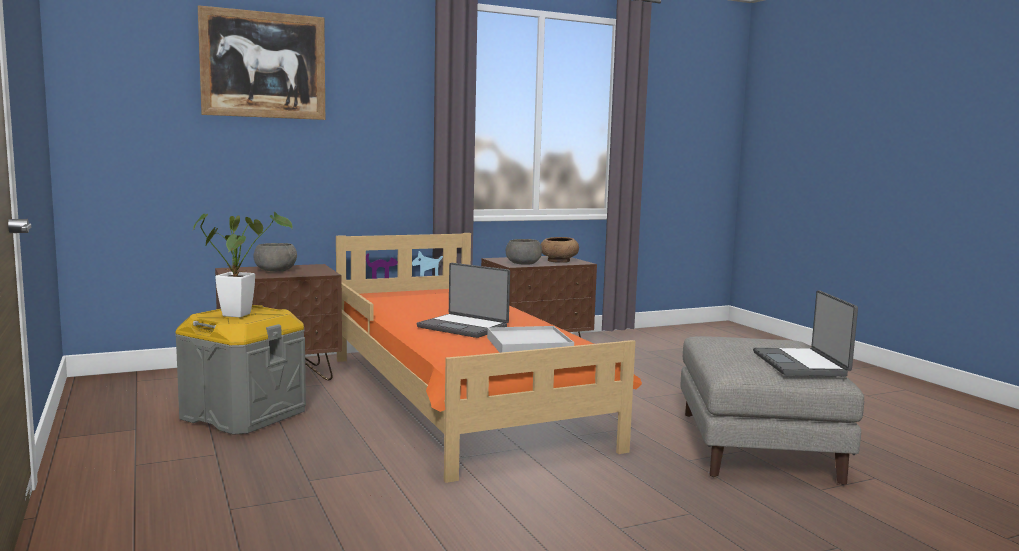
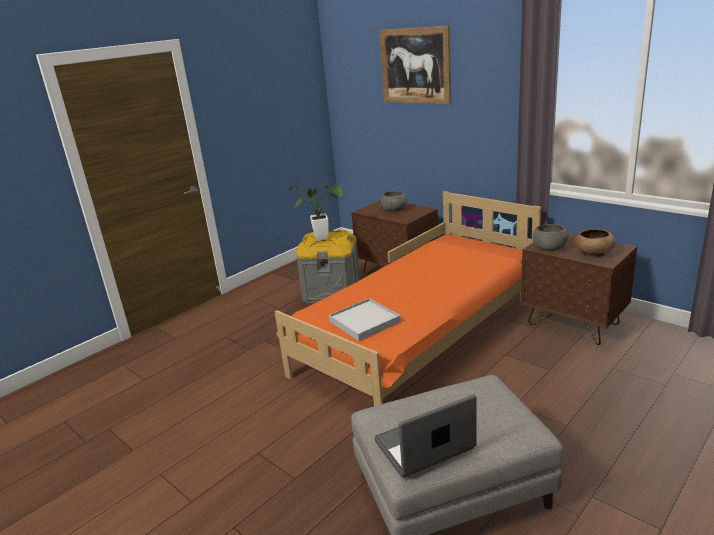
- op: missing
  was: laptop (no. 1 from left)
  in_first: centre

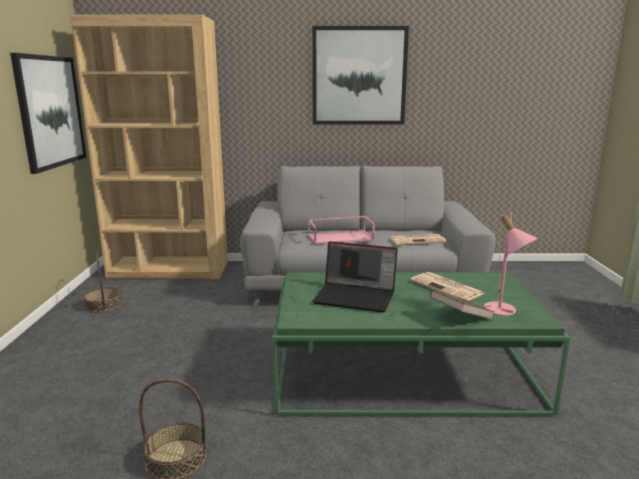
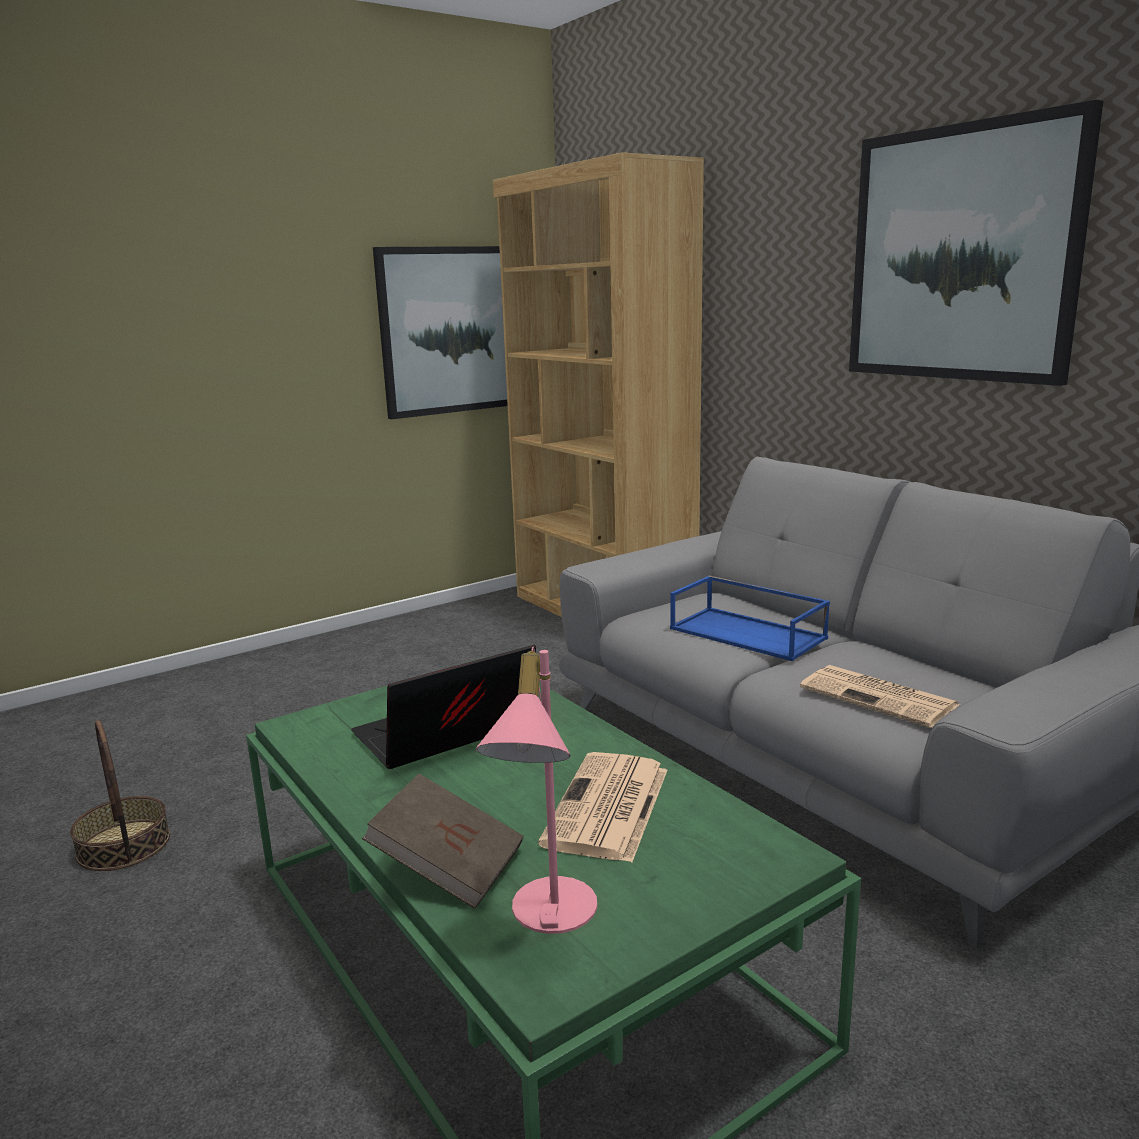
- op: colour
  was: pink tray
  now: blue tray
  in_first: centre
  in_second: centre
- op: spun
  was: laptop
  in_first: centre
  in_second: centre
  clockwise: 75
- op: missing
  was: basket (no. 1 from left)
  in_first: middle left

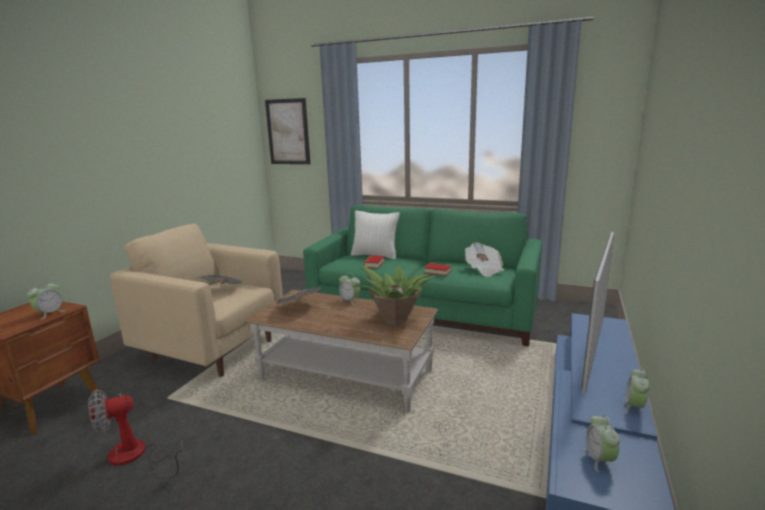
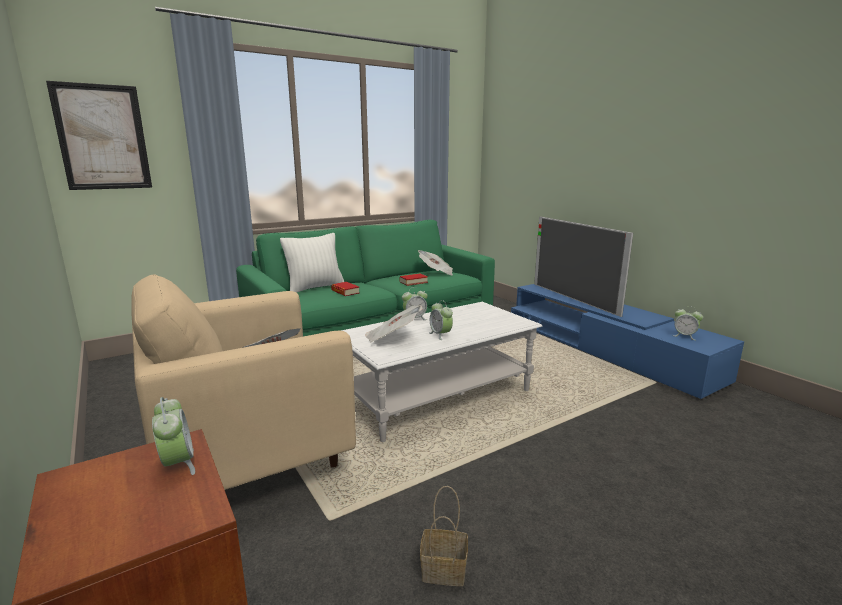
- op: missing
  was: potted plant
  in_first: centre
- op: colour
  was: brown coffee table
  now: white coffee table
  in_first: bottom centre
  in_second: centre
- op: relocated
  was: alarm clock (no. 4 from left in the first image)
  now: alarm clock (no. 3 from left)
  in_first: bottom right
  in_second: centre
- op: exchanged
  was: fan
  now: basket
  in_first: bottom left
  in_second: bottom centre

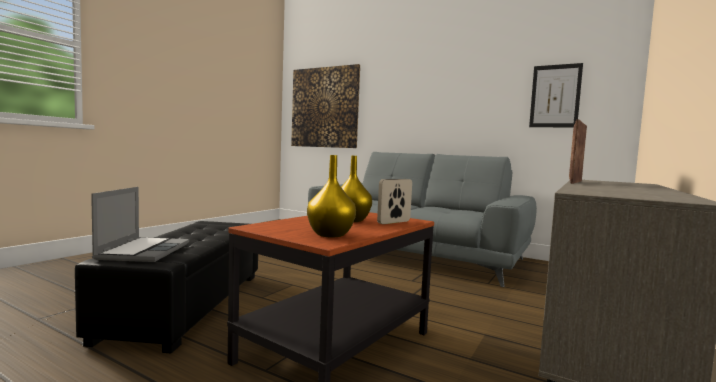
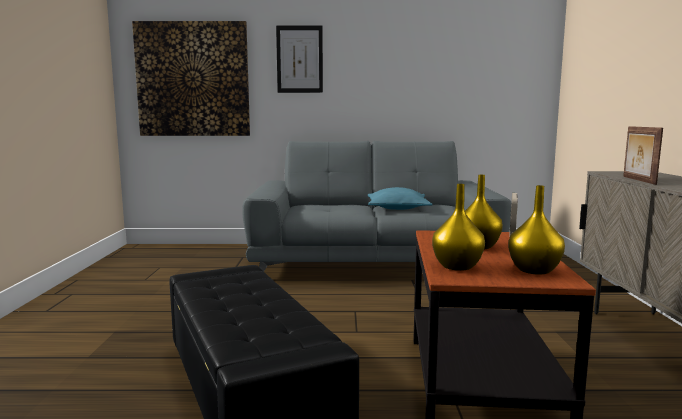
- op: relocated
  was: picture (no. 2 from left)
  in_first: top right
  in_second: top centre
- op: missing
  was: laptop
  in_first: middle left
- op: appeared
  now: yellow vase (no. 1 from left)
  in_second: middle right
- op: appeared
  now: turquoise pillow
  in_second: centre

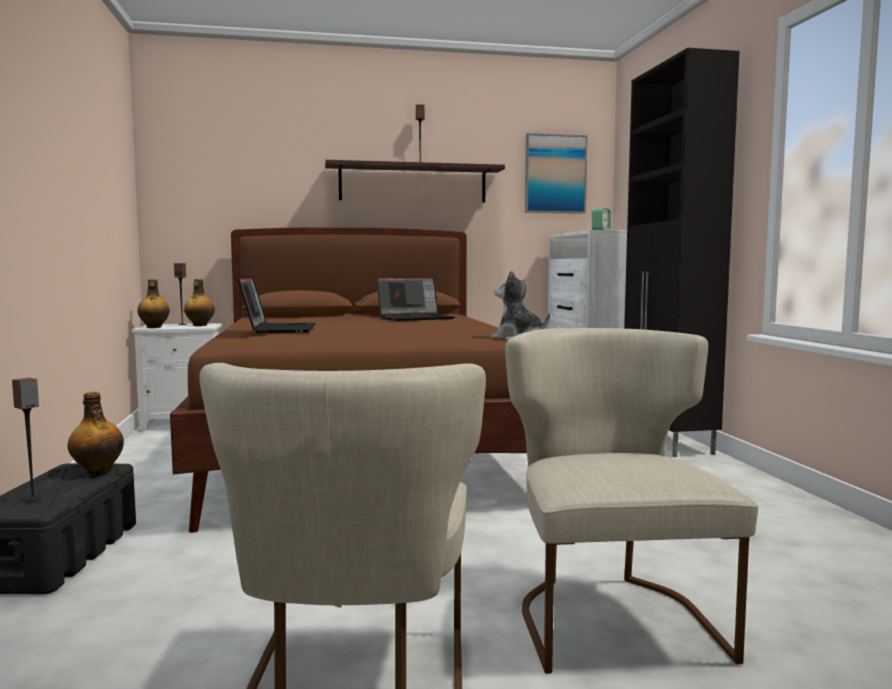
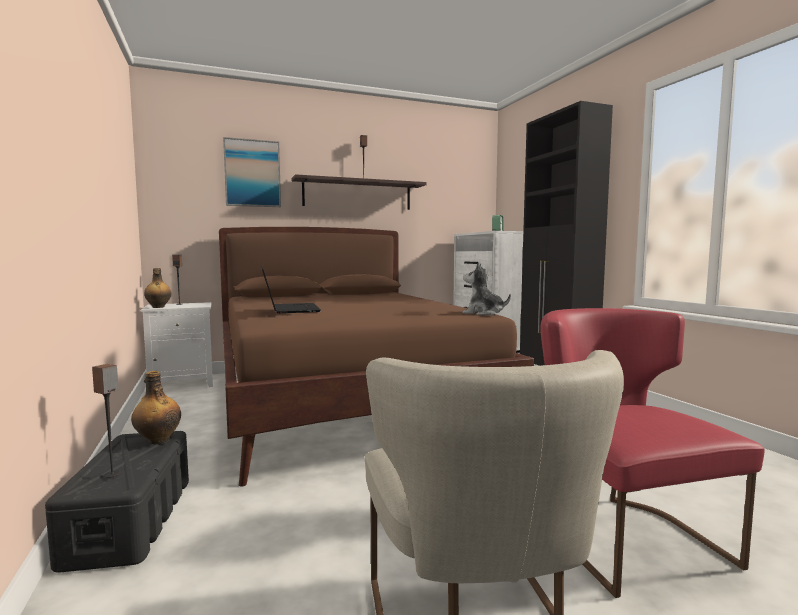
- op: relocated
  was: picture
  in_first: top centre
  in_second: top left
- op: missing
  was: laptop (no. 2 from left)
  in_first: centre
- op: missing
  was: bottle (no. 3 from left)
  in_first: middle left
- op: colour
  was: beige chair (no. 2 from left)
  now: red chair
  in_first: bottom right
  in_second: bottom right

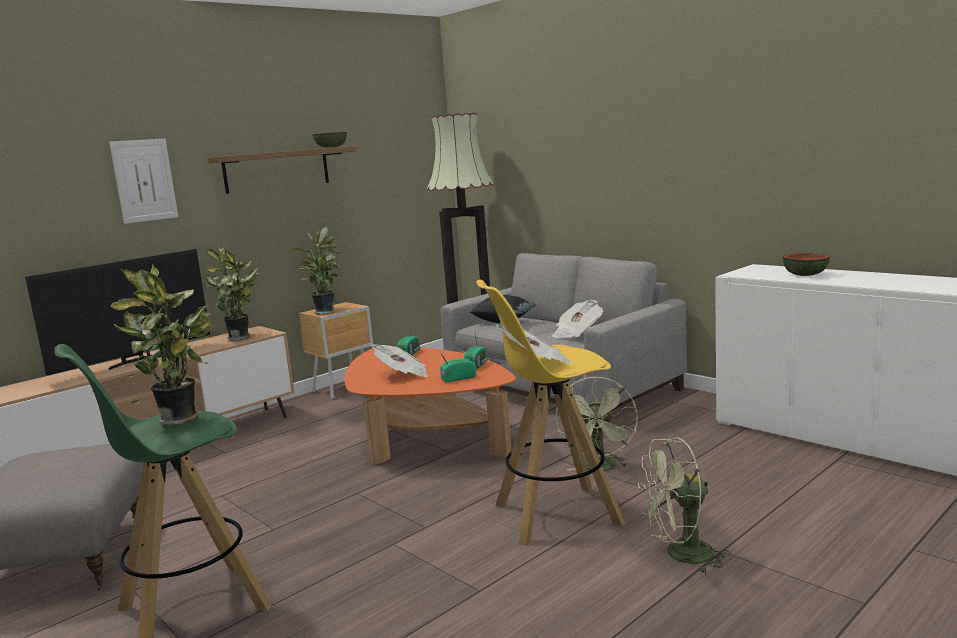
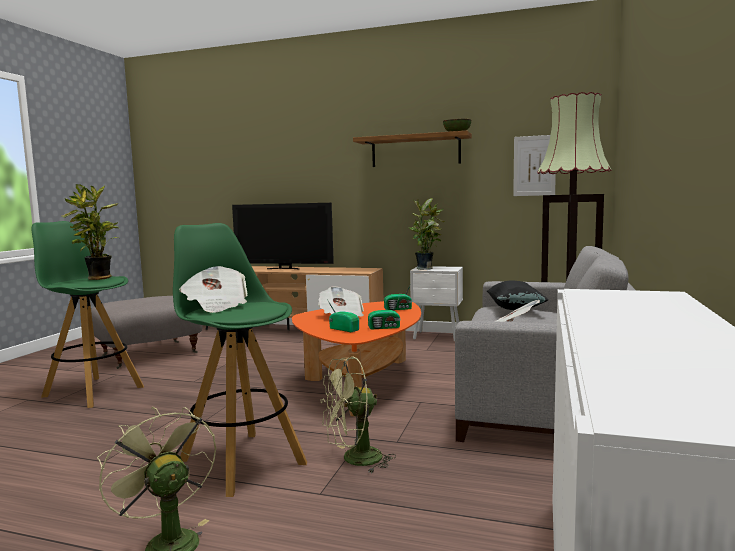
- op: relocated
  was: picture
  in_first: top left
  in_second: top right
- op: missing
  was: potted plant (no. 2 from left)
  in_first: middle left
- op: missing
  was: bowl (no. 2 from left)
  in_first: middle right
- op: colour
  was: yellow stool
  now: green stool (no. 2 from left)
  in_first: centre
  in_second: middle left
- op: colour
  was: brown nightstand
  now: white nightstand
  in_first: centre
  in_second: centre

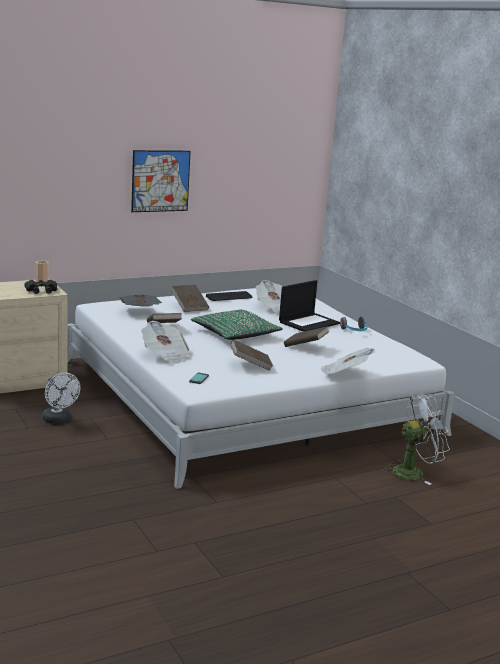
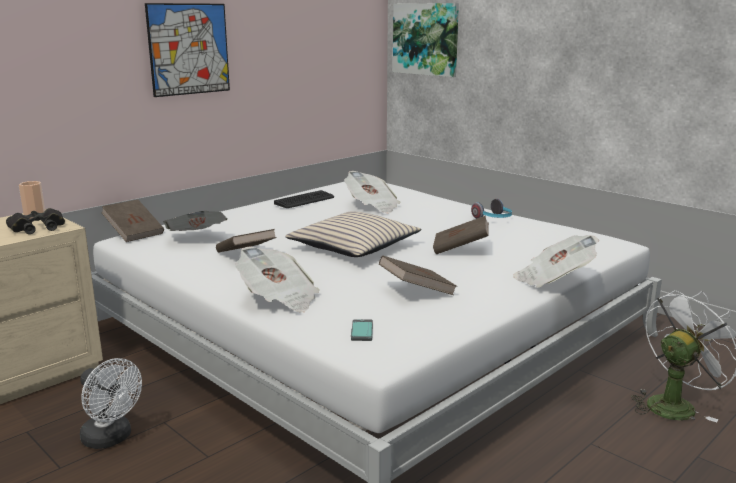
- op: missing
  was: laptop
  in_first: centre
- op: relocated
  was: brown book (no. 2 from left in the first image)
  now: brown book (no. 1 from left)
  in_first: centre
  in_second: middle left
- op: colour
  was: green pillow
  now: beige pillow
  in_first: centre
  in_second: centre
- op: appeared
  now: picture (no. 2 from left)
  in_second: top centre

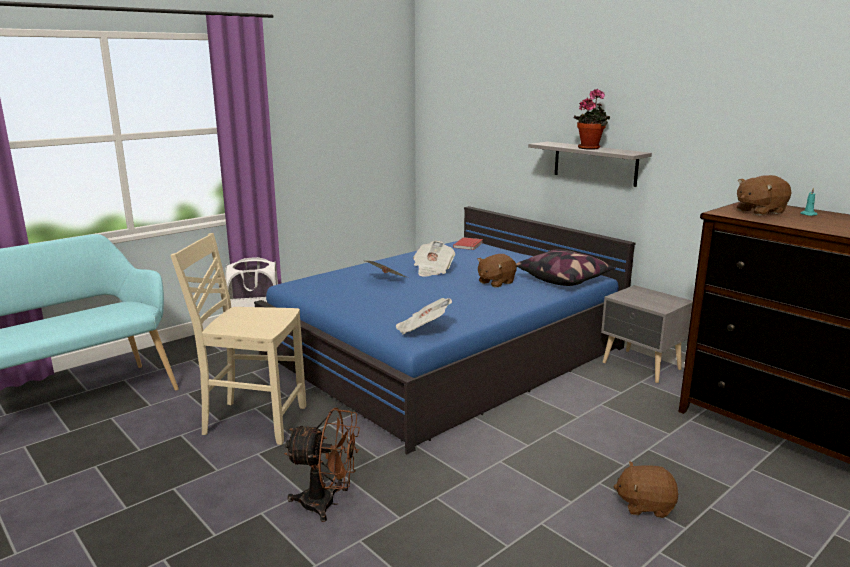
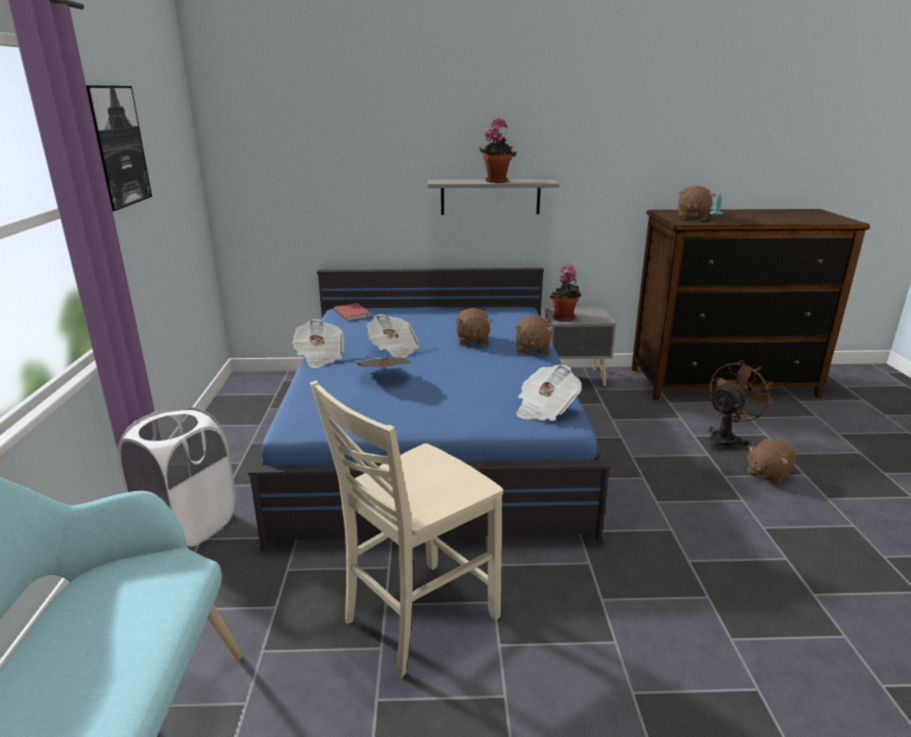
- op: missing
  was: pillow
  in_first: centre
- op: relocated
  was: brown fan
  in_first: bottom centre
  in_second: middle right
- op: appeared
  now: picture
  in_second: top left
- op: appeared
  now: potted plant (no. 2 from left)
  in_second: centre
- op: appeared
  now: brown plush toy (no. 2 from left)
  in_second: centre
- op: appeared
  now: newspaper (no. 1 from left)
  in_second: centre

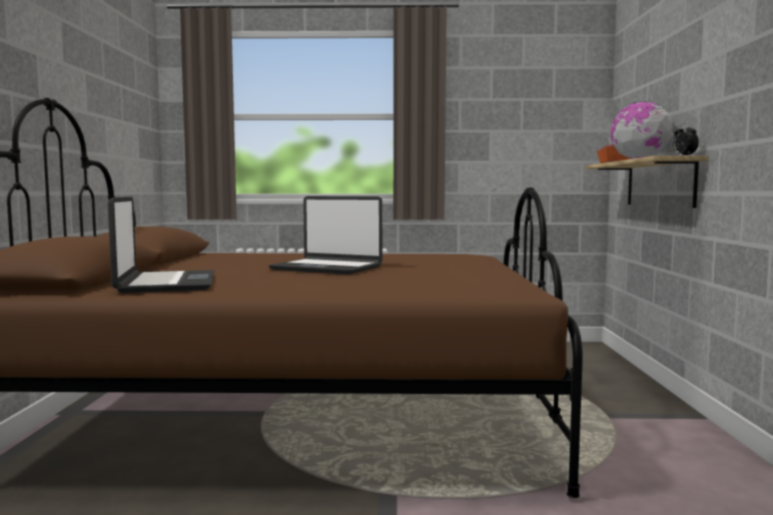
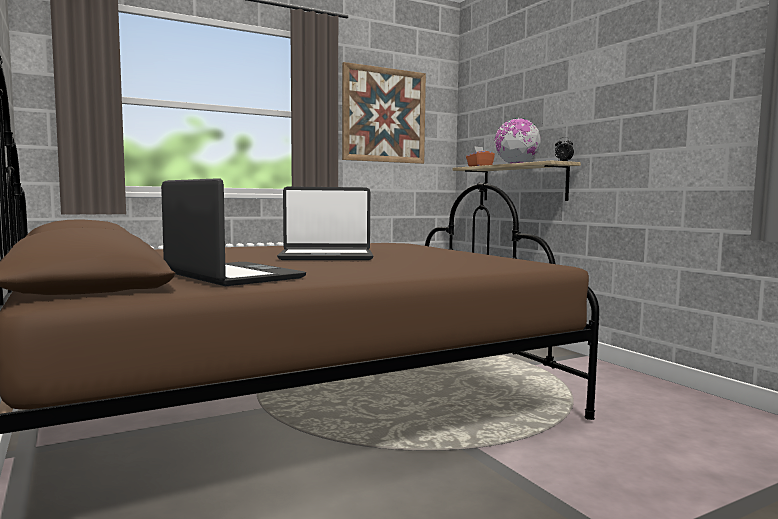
- op: appeared
  now: picture
  in_second: top centre

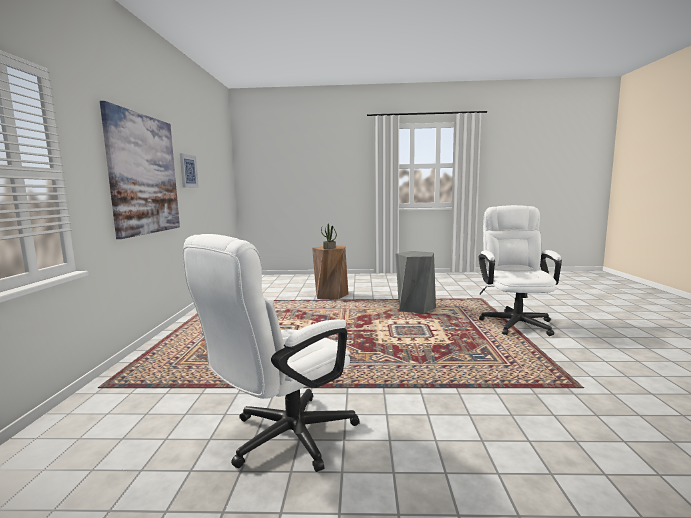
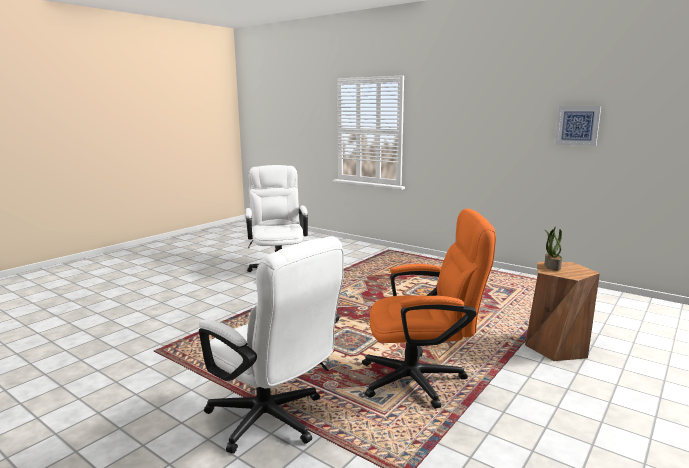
- op: missing
  was: picture (no. 1 from left)
  in_first: top left
- op: exchanged
  was: grey stool
  now: orange office chair
  in_first: centre
  in_second: centre

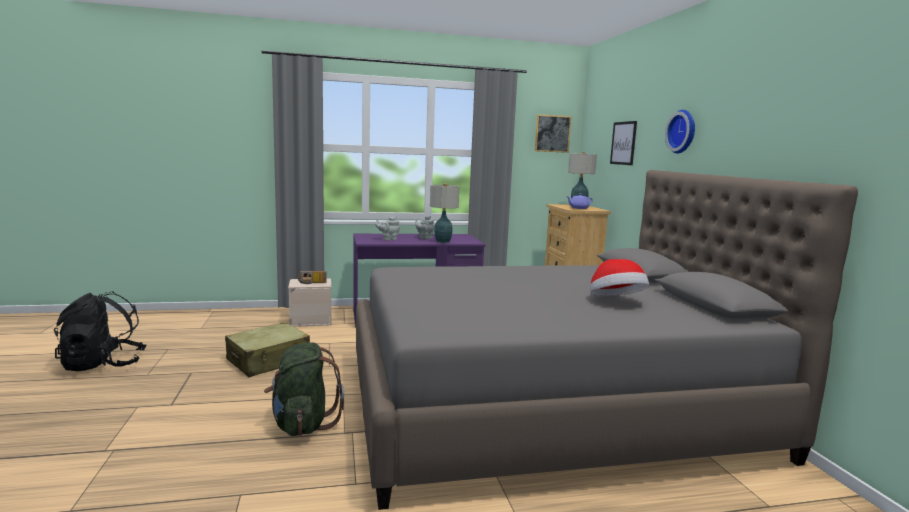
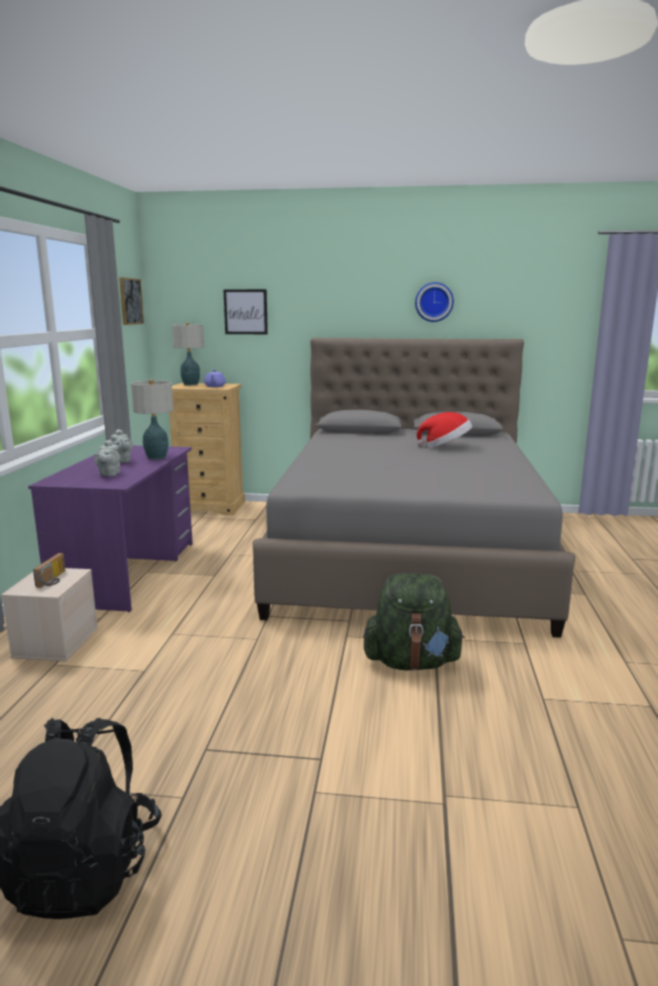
- op: relocated
  was: wall clock
  in_first: top right
  in_second: top centre
- op: missing
  was: beige suitcase
  in_first: bottom left

